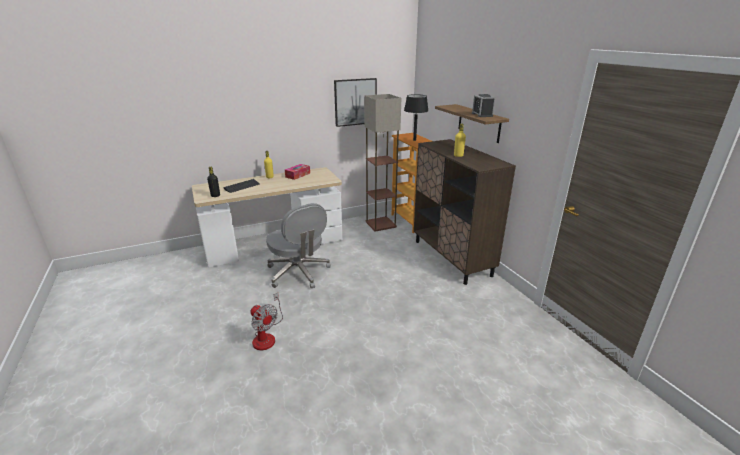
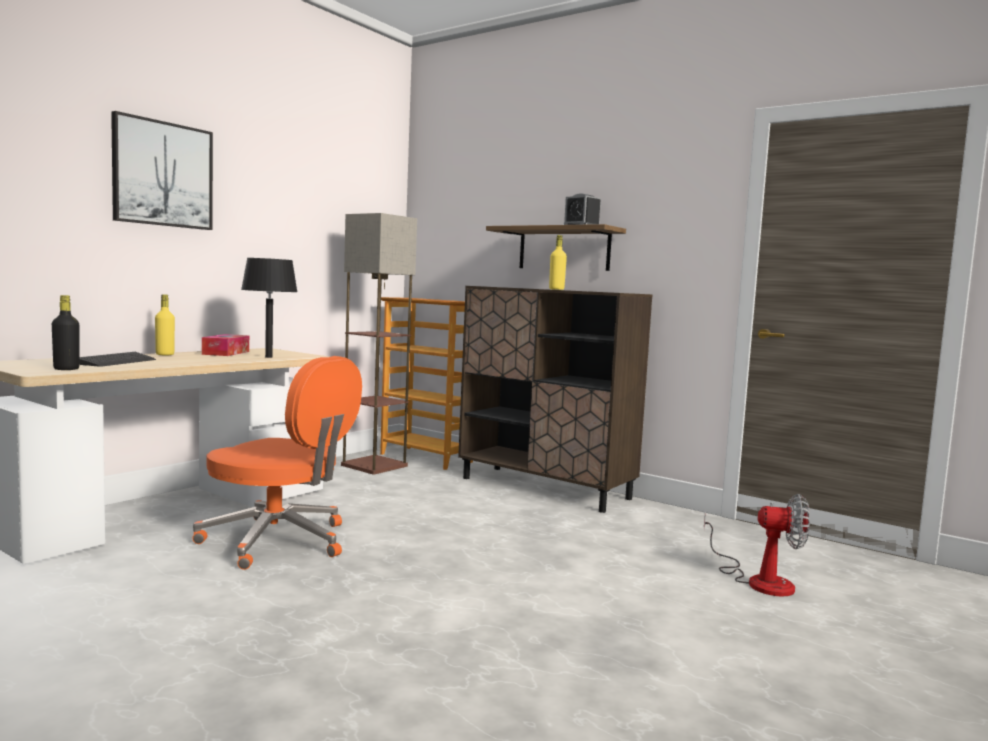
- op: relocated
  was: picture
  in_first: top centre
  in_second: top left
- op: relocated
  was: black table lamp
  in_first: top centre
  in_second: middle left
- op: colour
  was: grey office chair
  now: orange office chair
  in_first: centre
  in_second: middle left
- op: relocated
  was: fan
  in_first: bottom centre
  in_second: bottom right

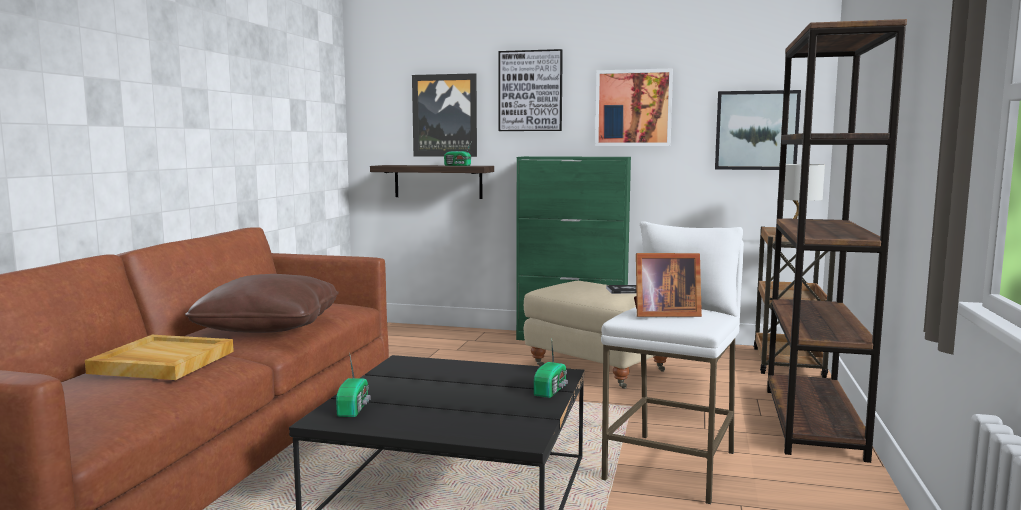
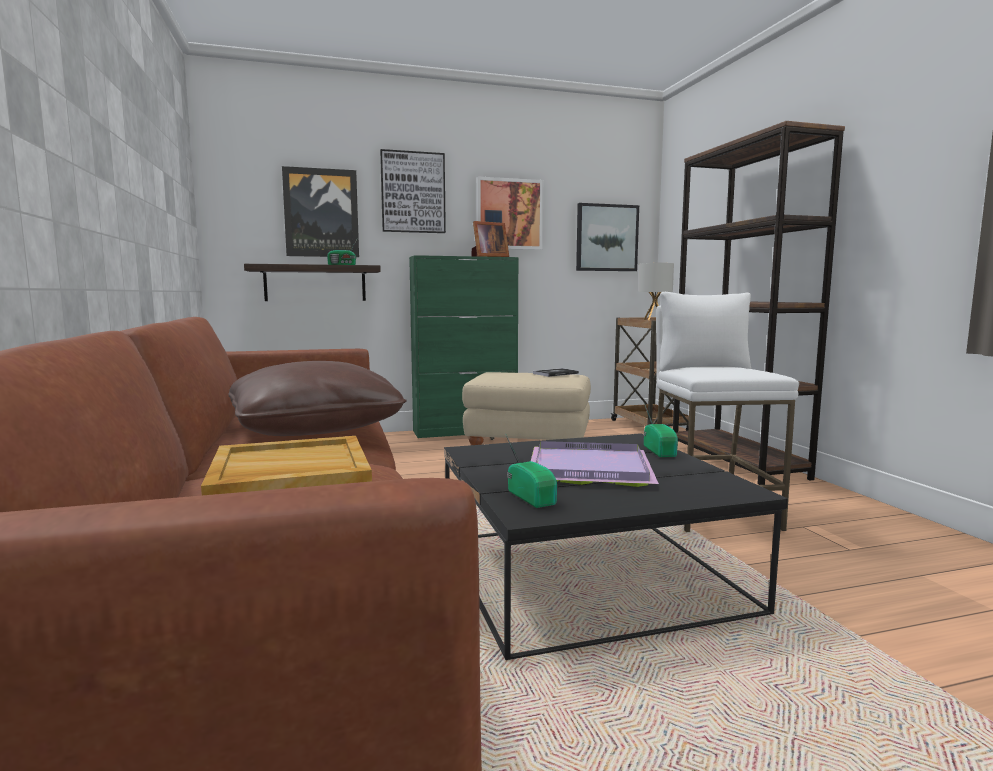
- op: relocated
  was: picture frame
  in_first: centre
  in_second: top centre
- op: appeared
  now: purple tray
  in_second: centre

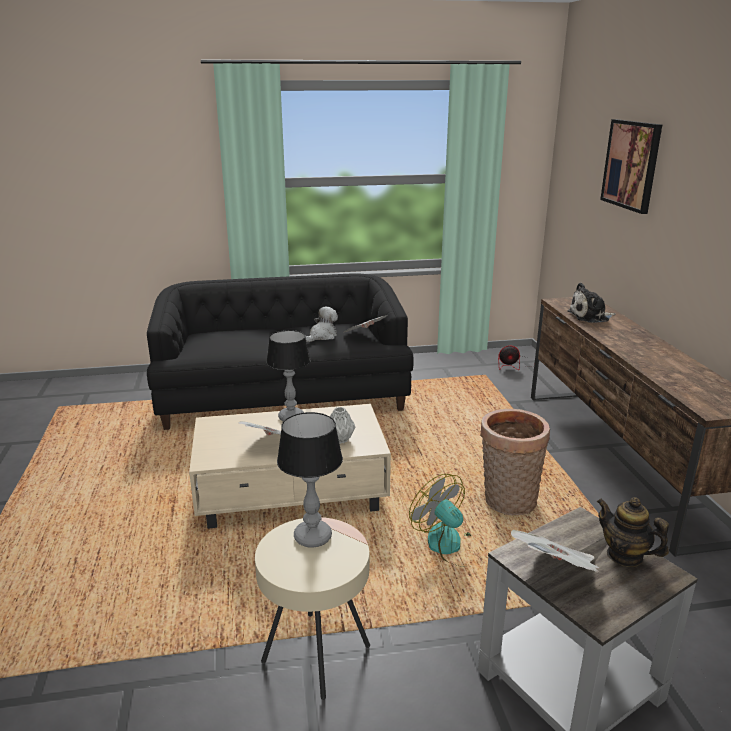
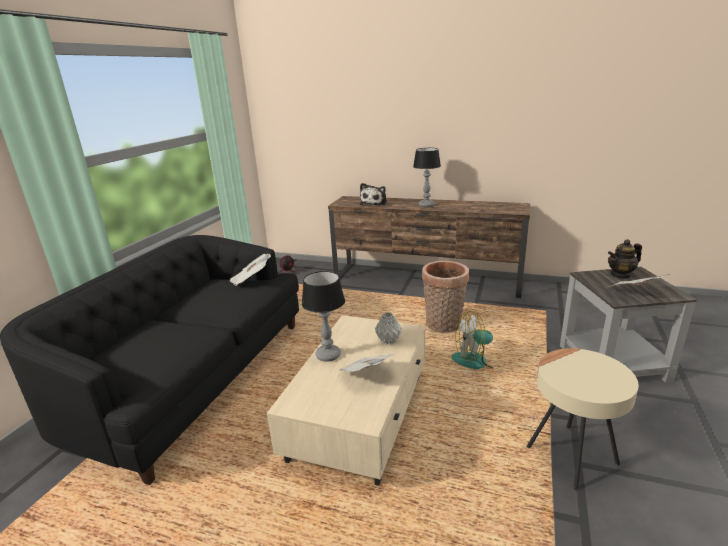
- op: missing
  was: picture
  in_first: top right
- op: missing
  was: plush toy (no. 1 from left)
  in_first: centre
- op: relocated
  was: table lamp (no. 2 from left)
  in_first: centre
  in_second: top centre

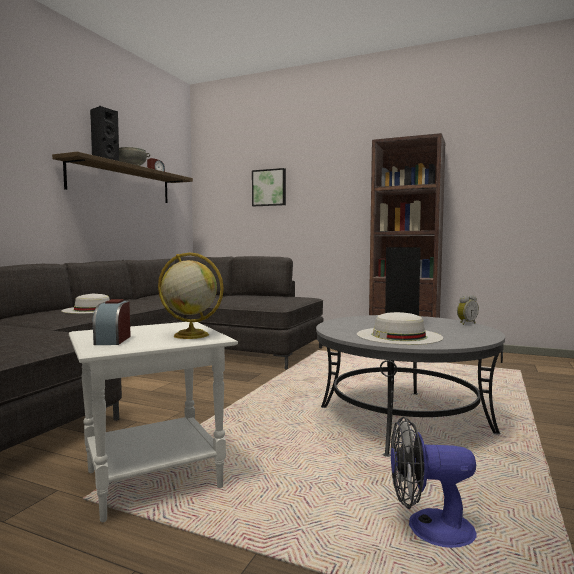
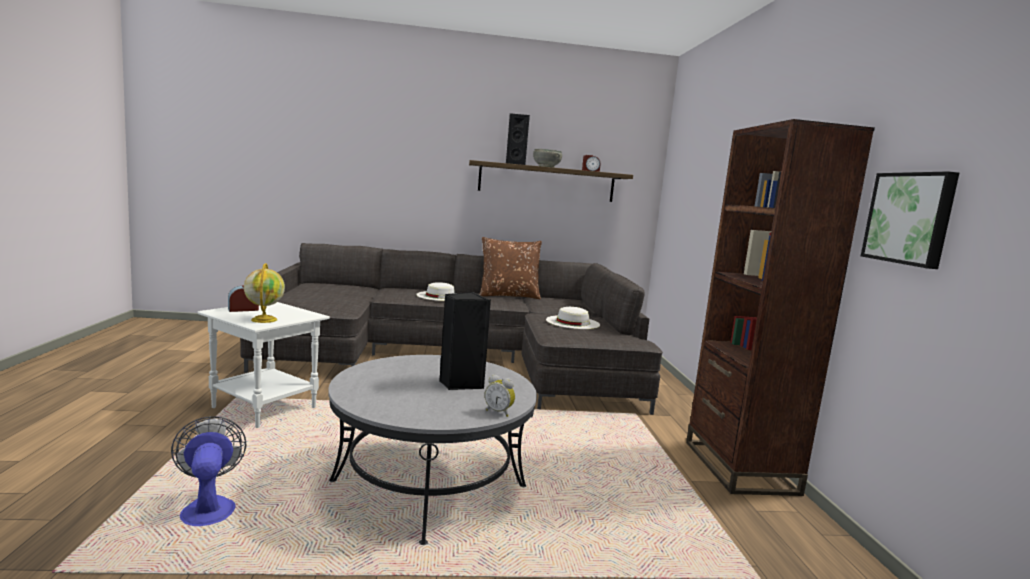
- op: relocated
  was: picture
  in_first: top centre
  in_second: middle right
- op: relocated
  was: white hat (no. 2 from left)
  in_first: middle right
  in_second: centre
- op: appeared
  now: brown pillow
  in_second: centre

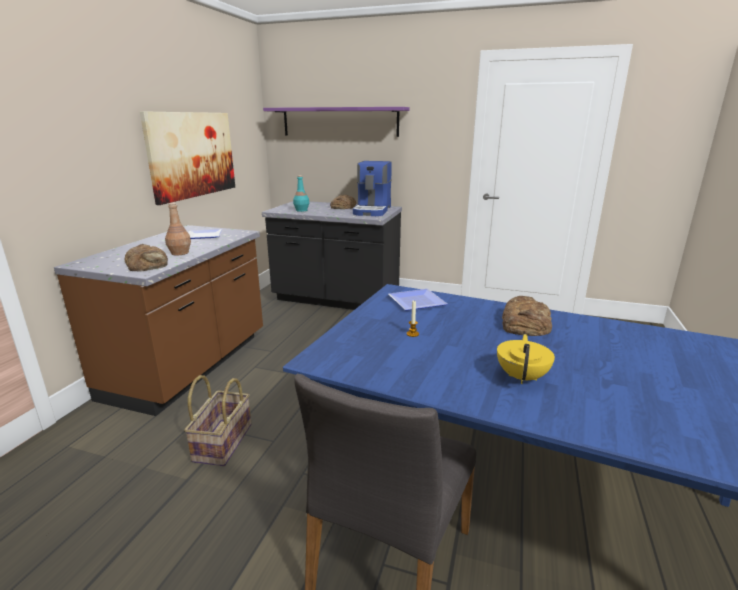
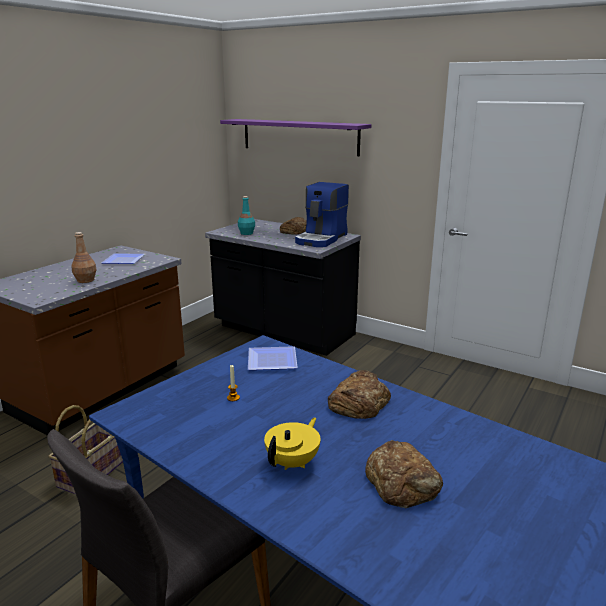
- op: missing
  was: picture
  in_first: top left
- op: relocated
  was: bread (no. 1 from left in the first image)
  now: bread (no. 3 from left)
  in_first: middle left
  in_second: bottom right

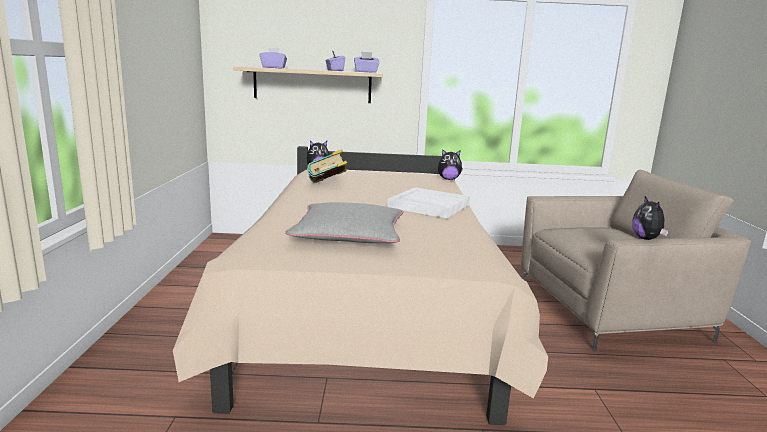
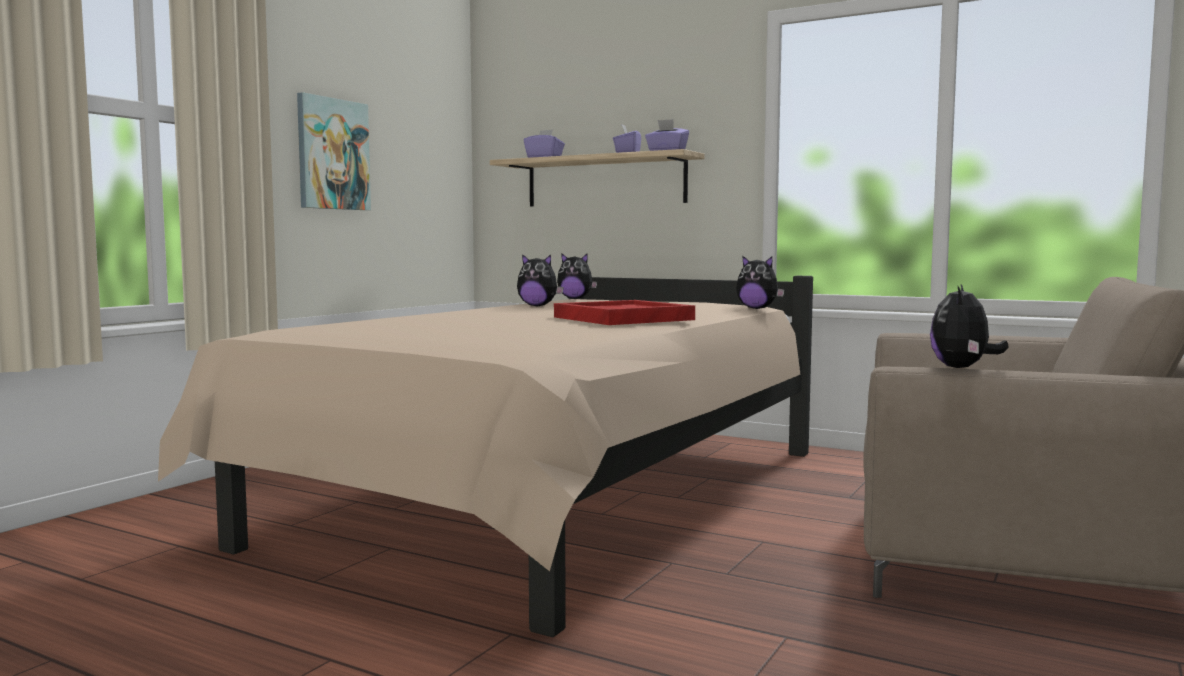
- op: exchanged
  was: book
  now: plush toy (no. 1 from left)
  in_first: centre
  in_second: centre
- op: colour
  was: white tray
  now: red tray
  in_first: centre
  in_second: centre
- op: missing
  was: grey pillow
  in_first: centre
- op: appeared
  now: picture
  in_second: top left

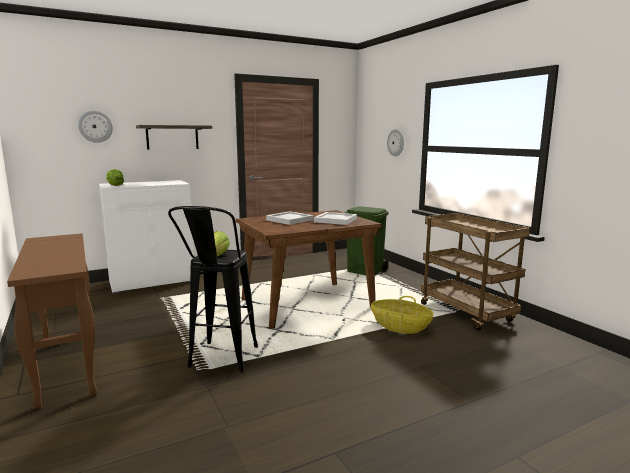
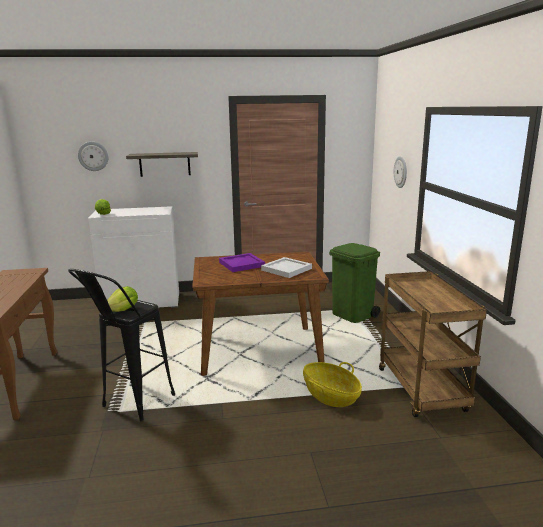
- op: colour
  was: white tray (no. 1 from left)
  now: purple tray
  in_first: centre
  in_second: centre

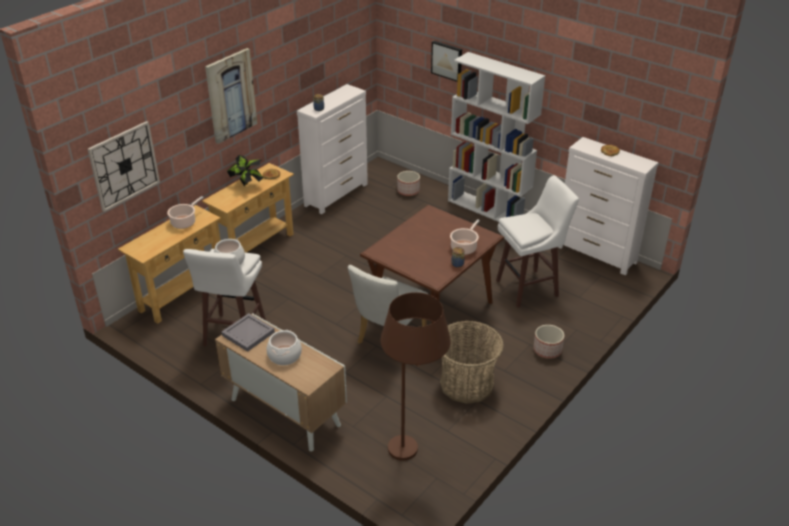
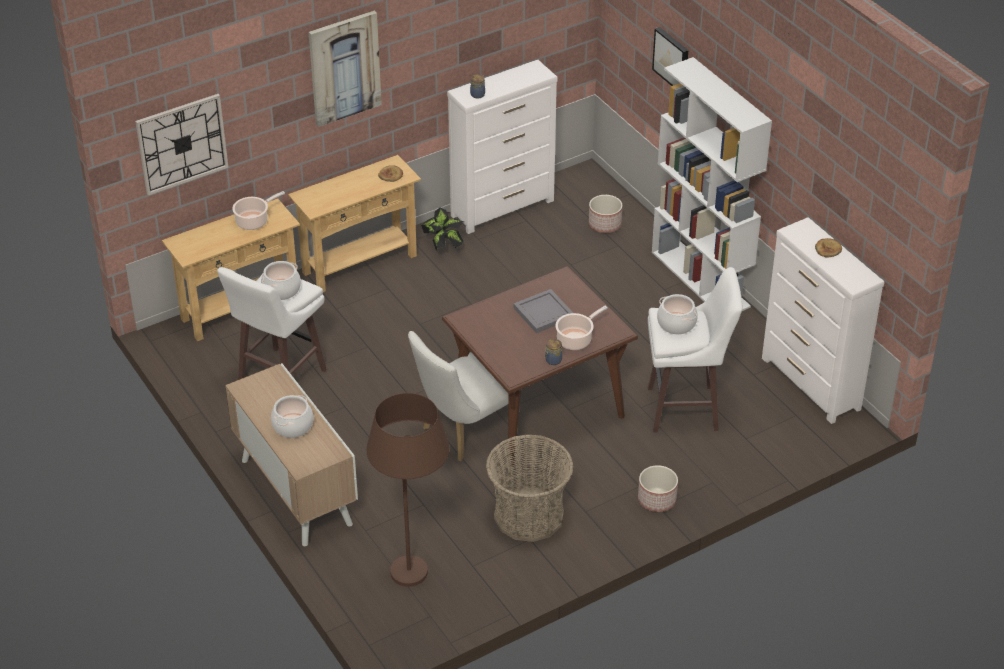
- op: relocated
  was: potted plant
  in_first: top left
  in_second: centre
- op: relocated
  was: grey tray
  in_first: middle left
  in_second: centre
- op: appeared
  now: cooking pot (no. 5 from left)
  in_second: middle right

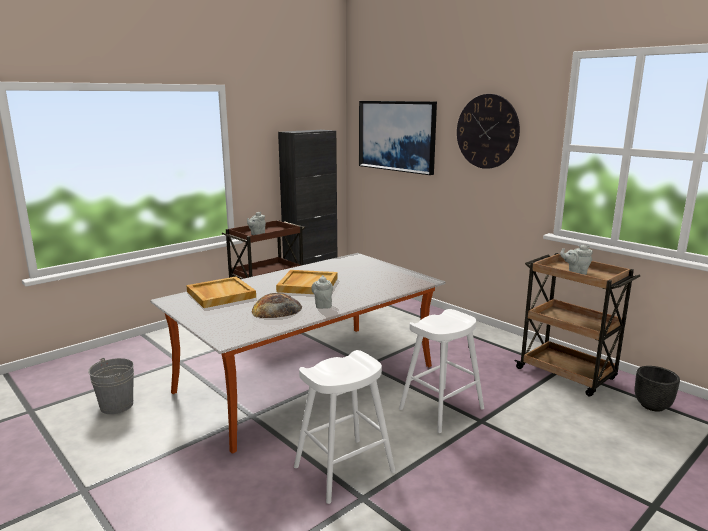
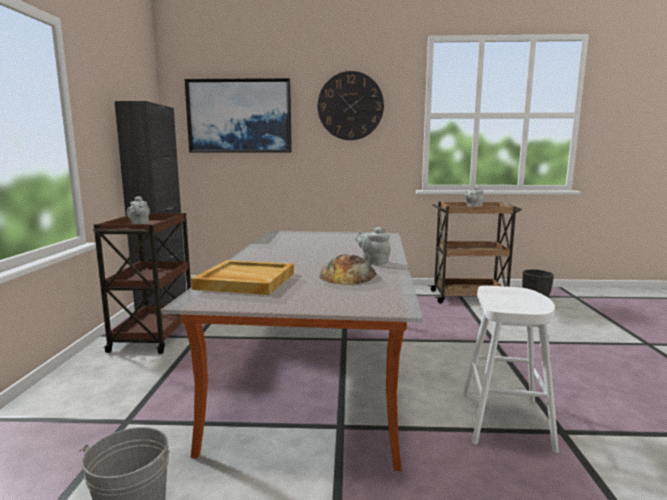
- op: missing
  was: beige tray (no. 2 from left)
  in_first: centre
- op: missing
  was: white stool (no. 2 from left)
  in_first: bottom centre

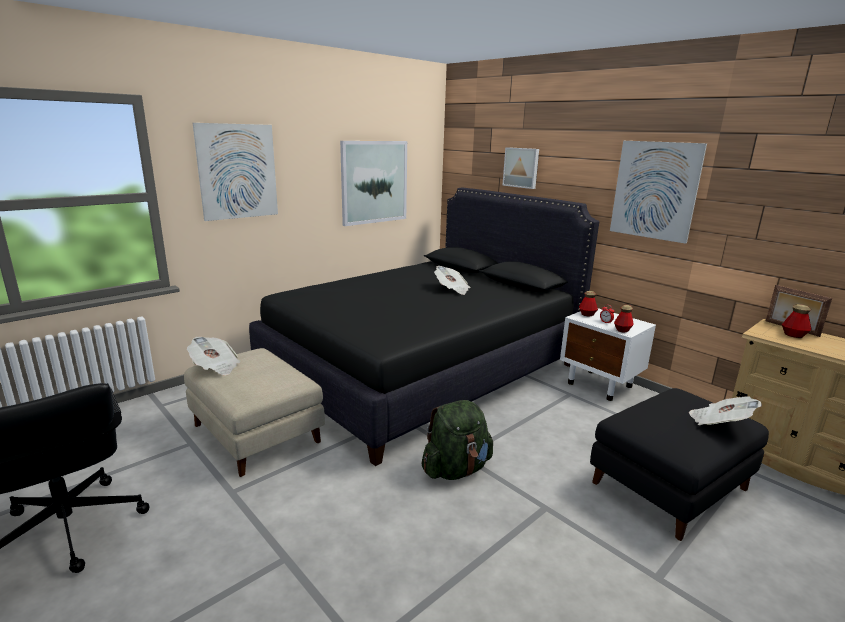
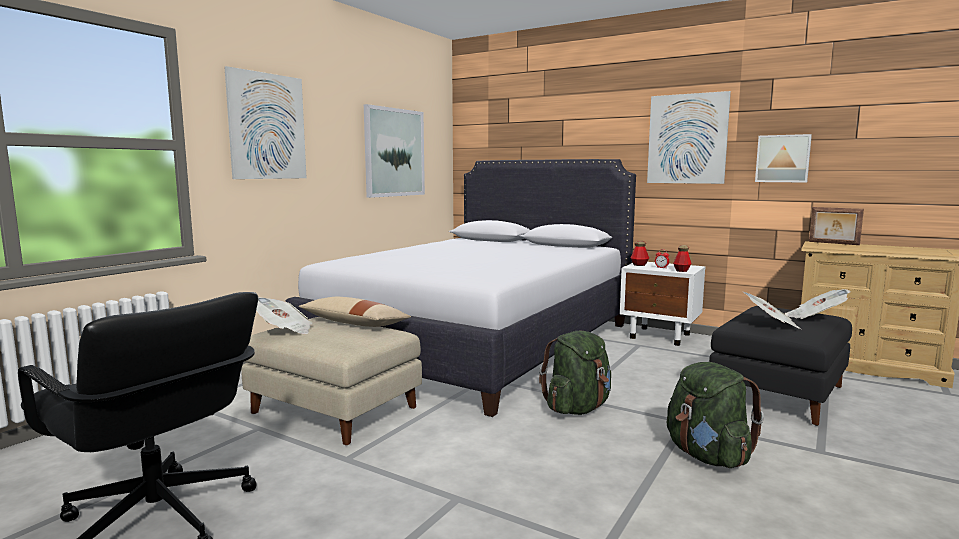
- op: relocated
  was: picture (no. 3 from left in the first image)
  now: picture (no. 4 from left)
  in_first: top centre
  in_second: top right
- op: colour
  was: black bed
  now: white bed
  in_first: centre
  in_second: centre
- op: relocated
  was: newspaper (no. 2 from left)
  in_first: centre
  in_second: middle right
- op: missing
  was: bottle (no. 3 from left)
  in_first: middle right
- op: appeared
  now: beige pillow
  in_second: centre
- op: appeared
  now: green backpack (no. 2 from left)
  in_second: bottom right

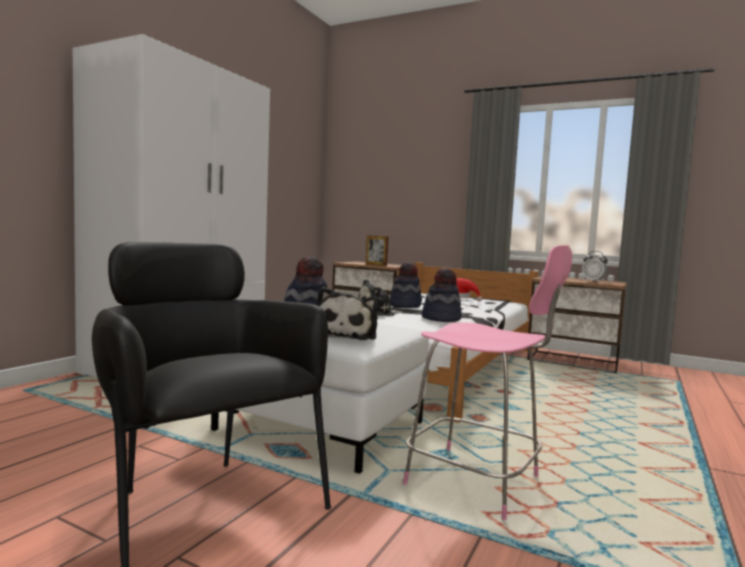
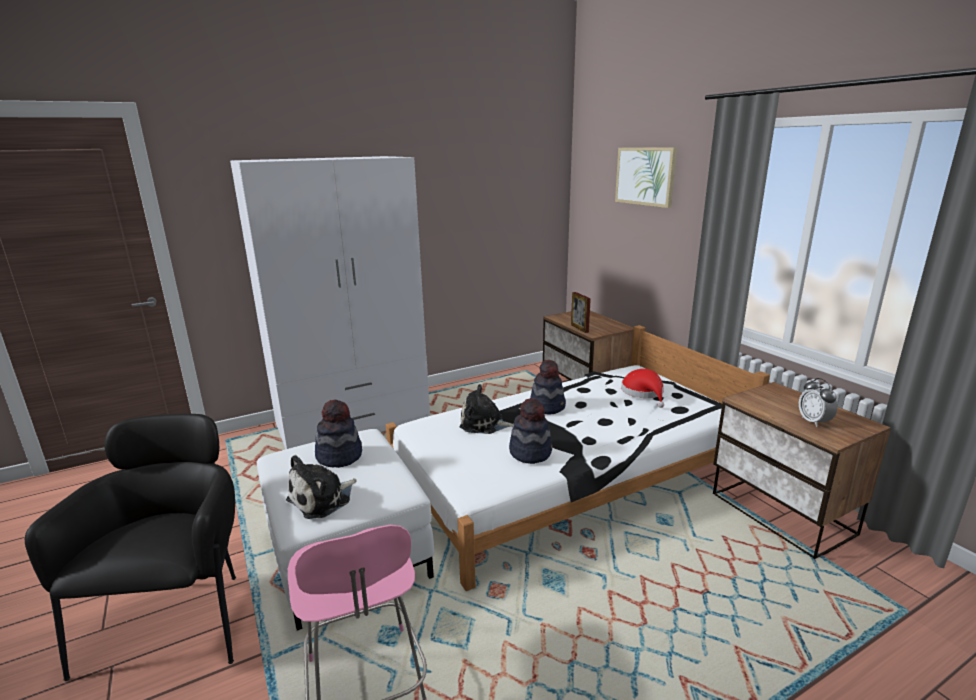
- op: appeared
  now: picture
  in_second: top centre

